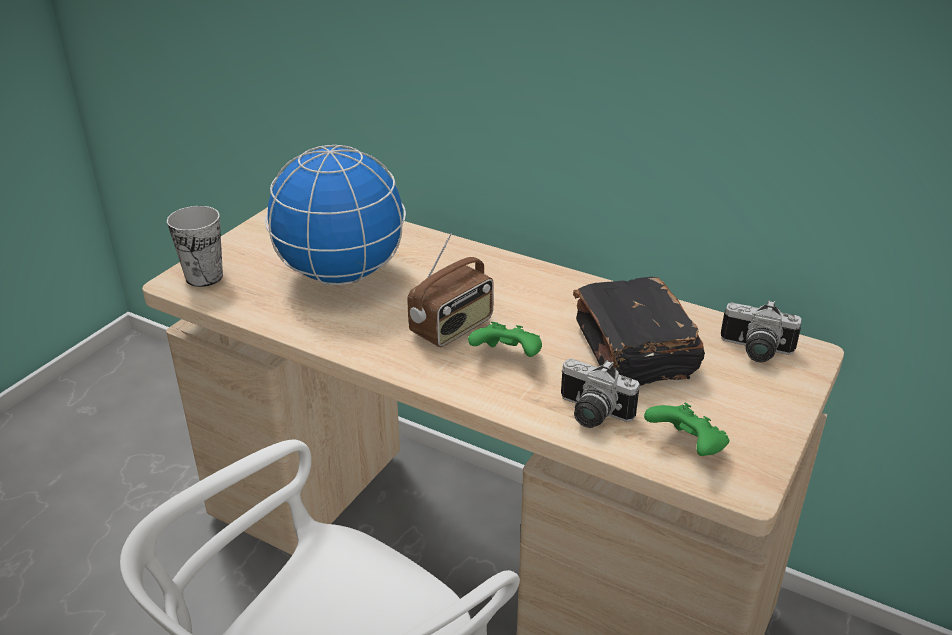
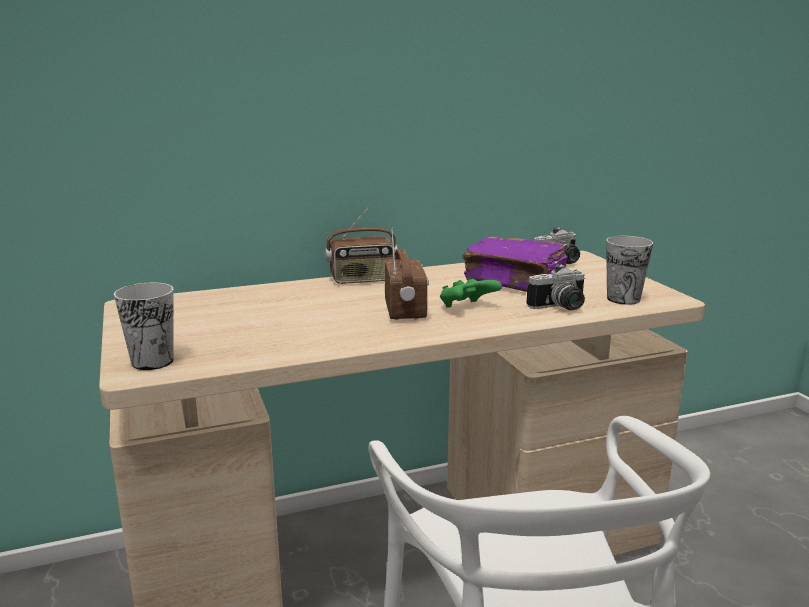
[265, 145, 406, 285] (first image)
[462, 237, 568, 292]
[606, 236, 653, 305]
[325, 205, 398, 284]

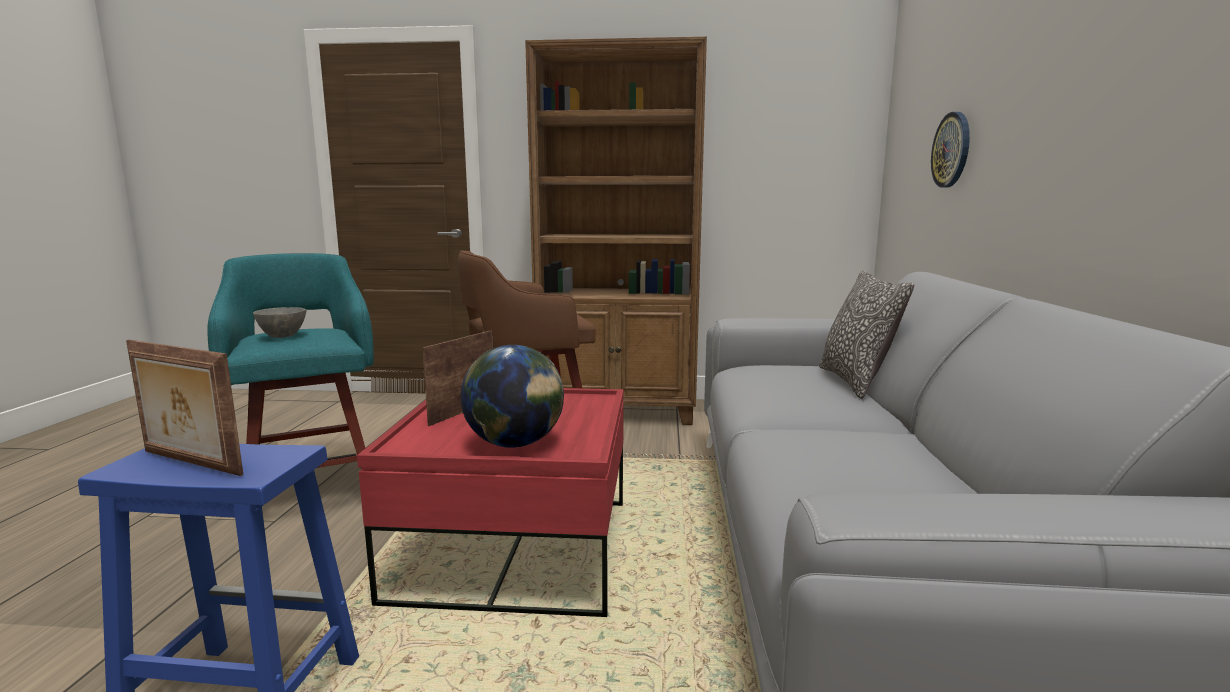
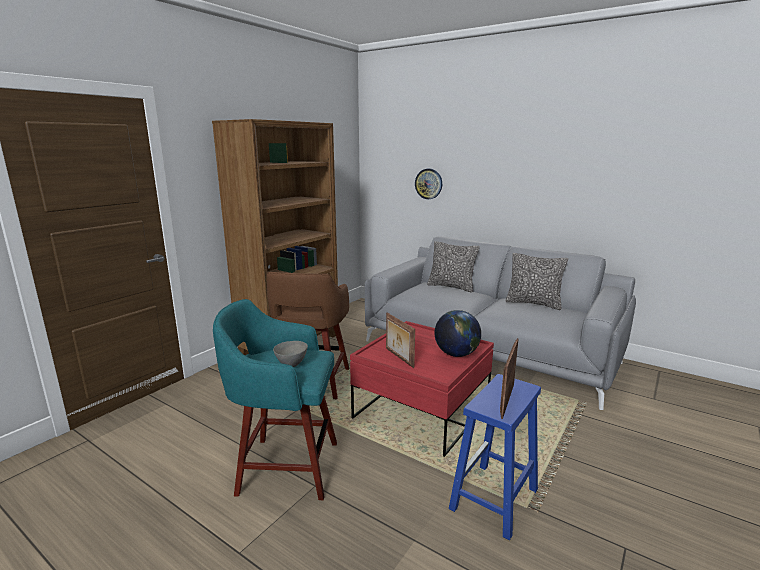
[500, 338, 519, 419]
[505, 253, 568, 310]

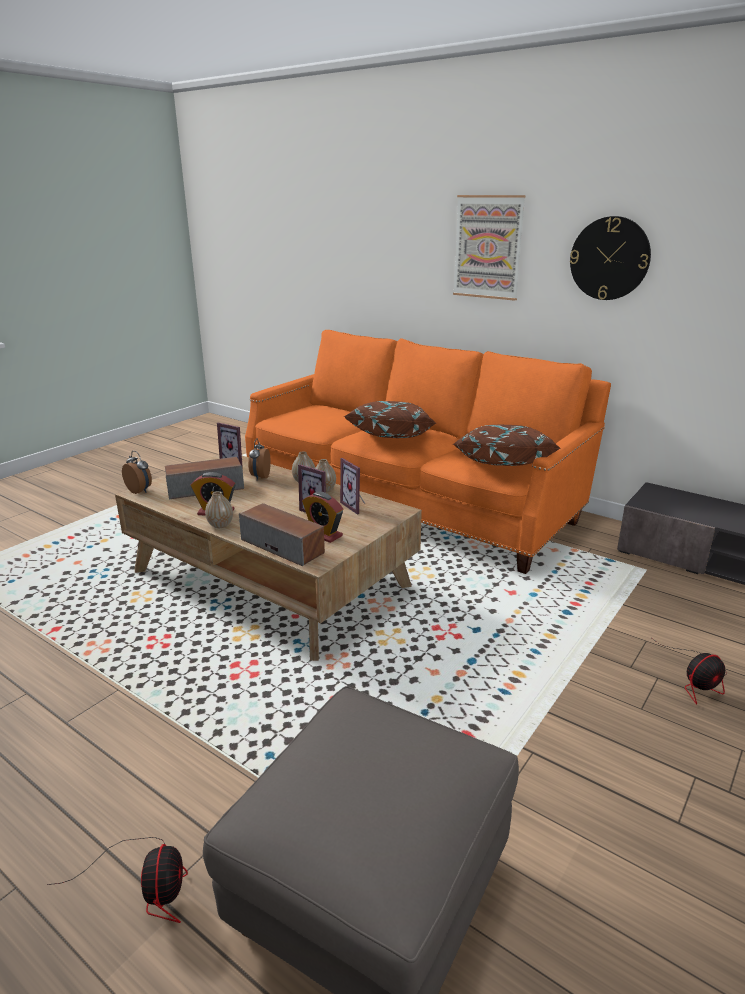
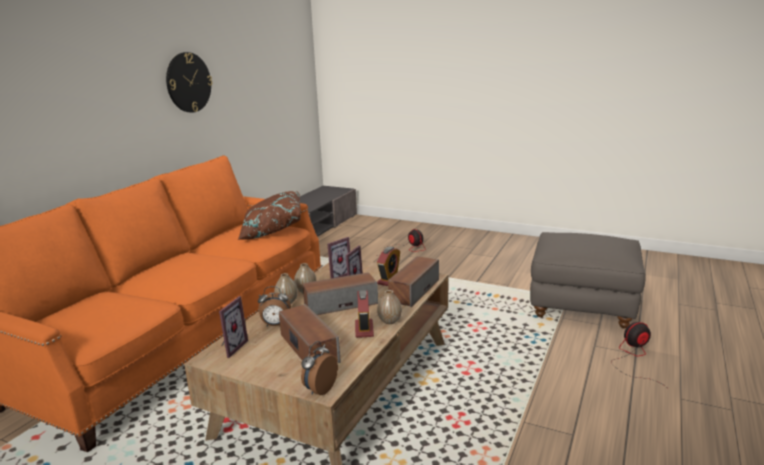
[453, 195, 526, 301] (first image)
[345, 401, 436, 438] (first image)
[303, 272, 378, 315]

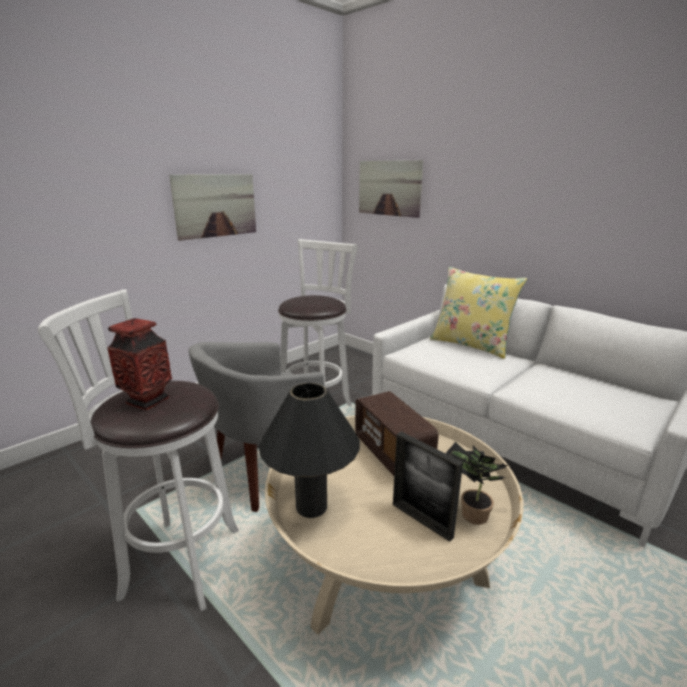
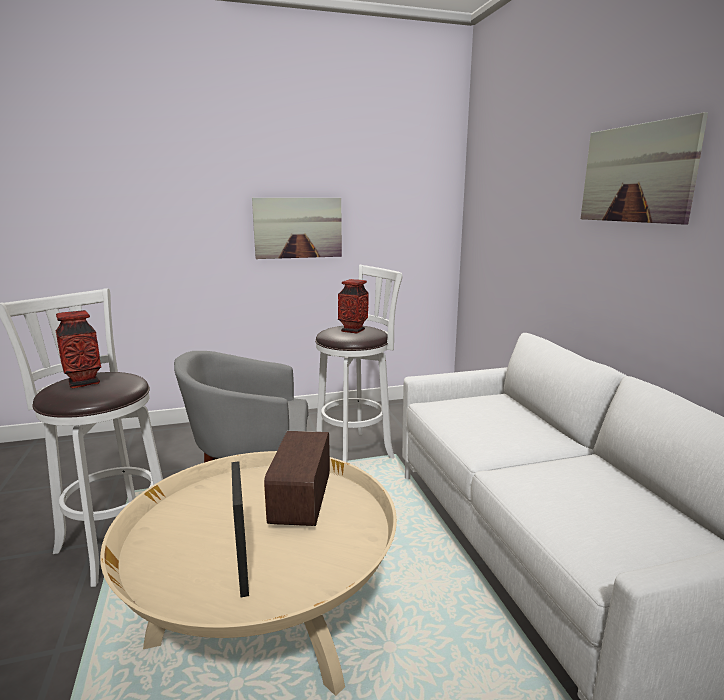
[581, 112, 708, 225]
[430, 267, 527, 359] (first image)
[259, 383, 360, 518] (first image)
[445, 442, 508, 525] (first image)
[338, 279, 368, 333]

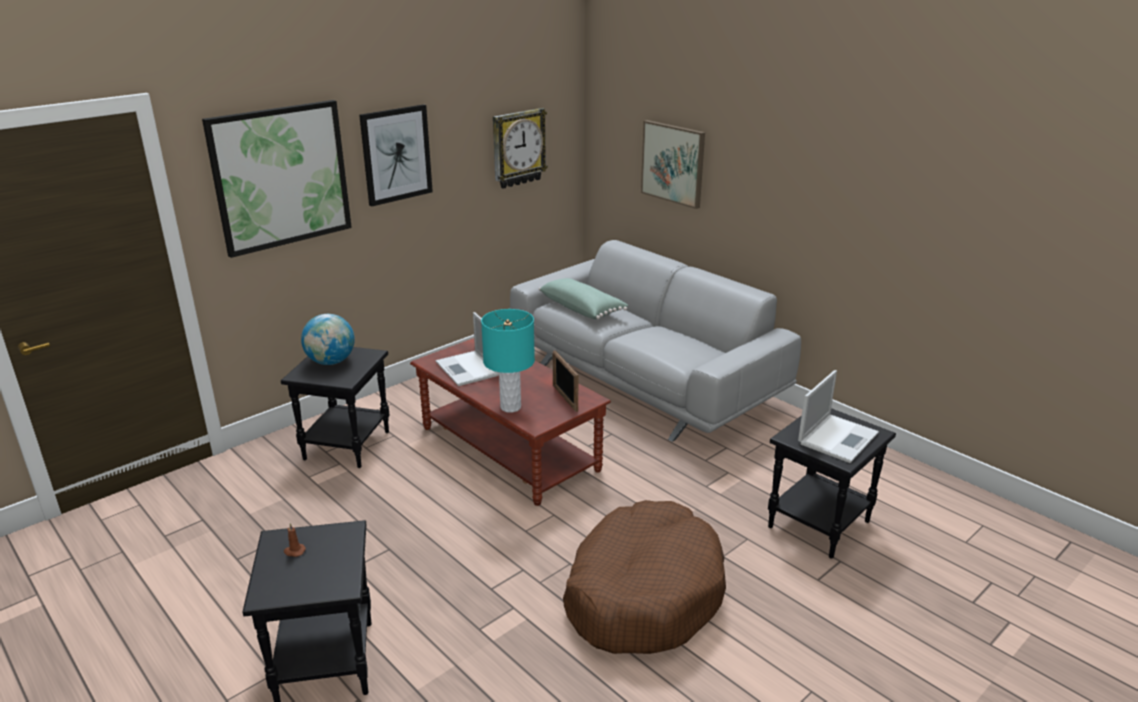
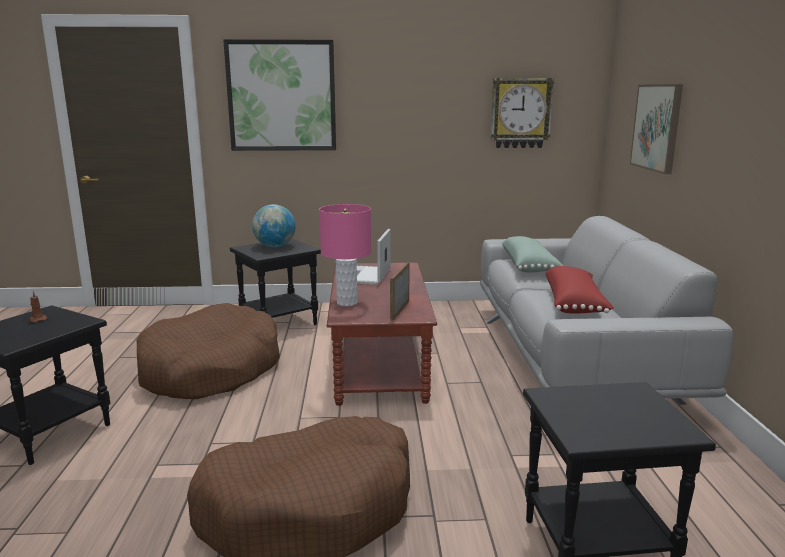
[359, 104, 433, 207] (first image)
[319, 204, 371, 306]
[798, 370, 879, 463] (first image)
[545, 266, 614, 314]
[136, 303, 280, 399]

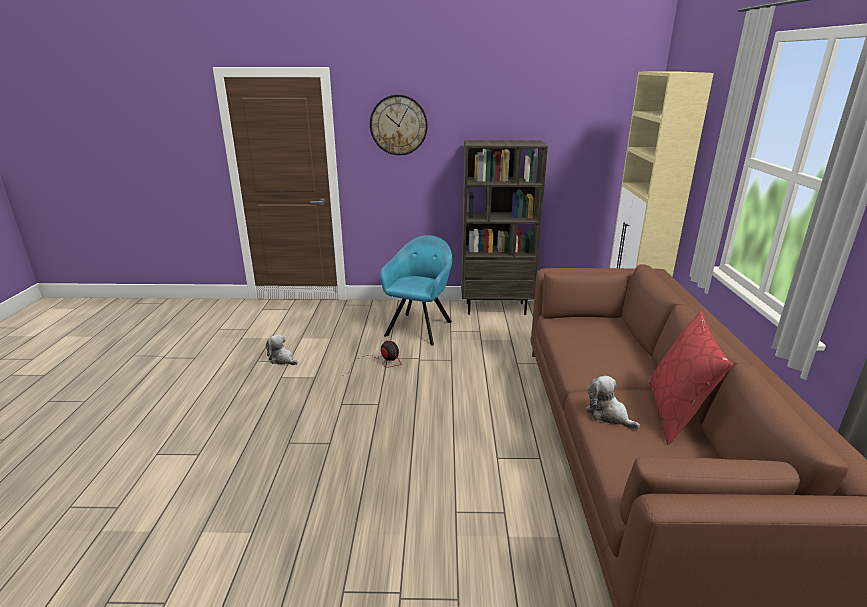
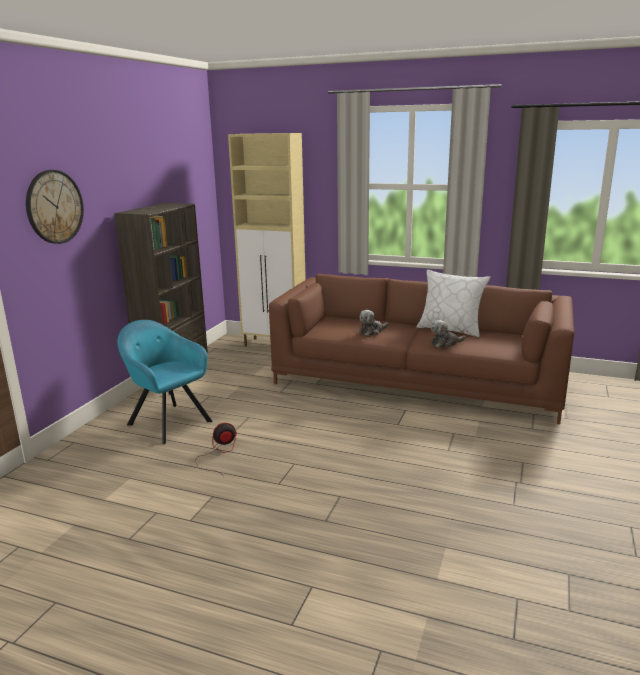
[417, 270, 490, 338]
[360, 310, 388, 336]

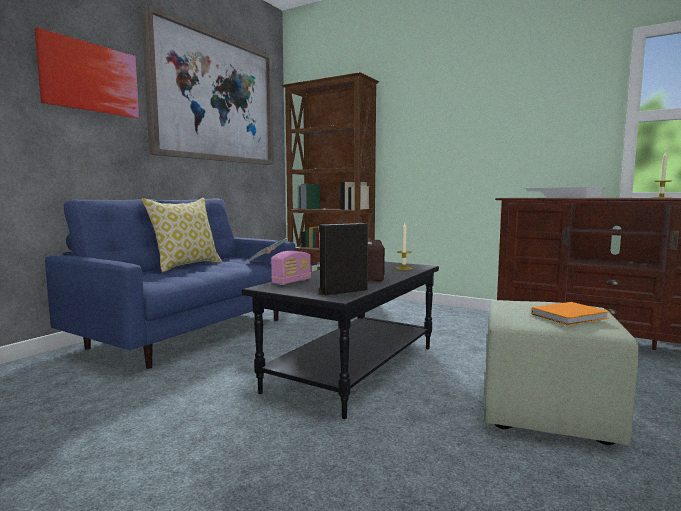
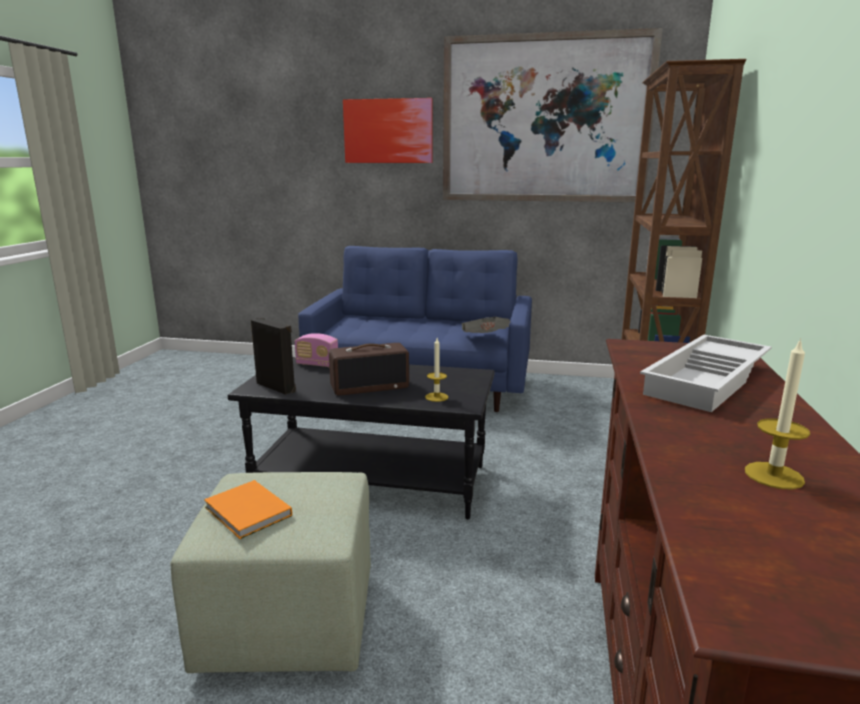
[141, 198, 222, 272] (first image)

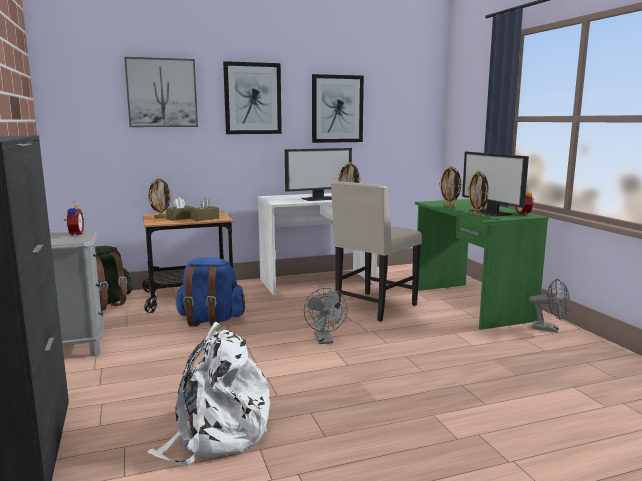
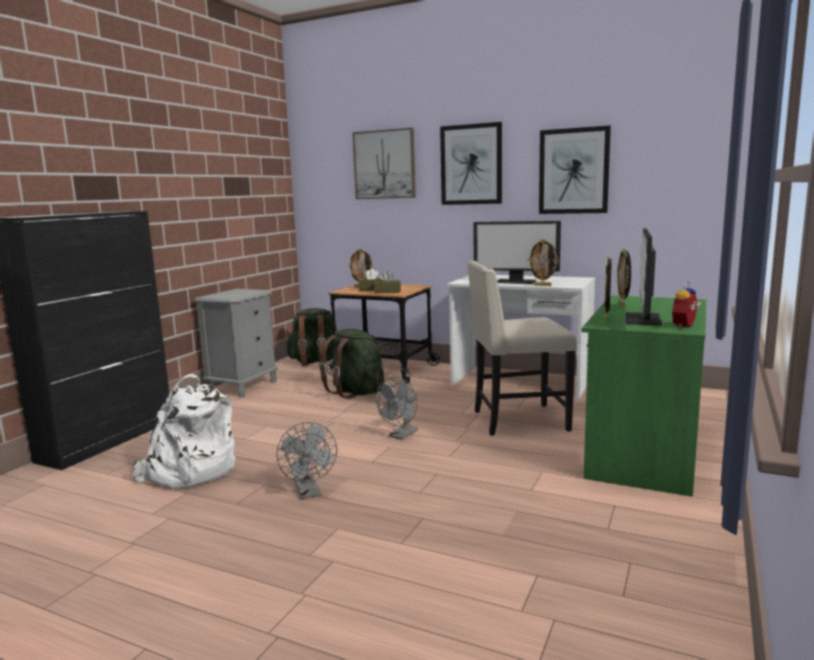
[63, 201, 84, 236] (first image)
[319, 329, 384, 399]
[277, 422, 337, 499]

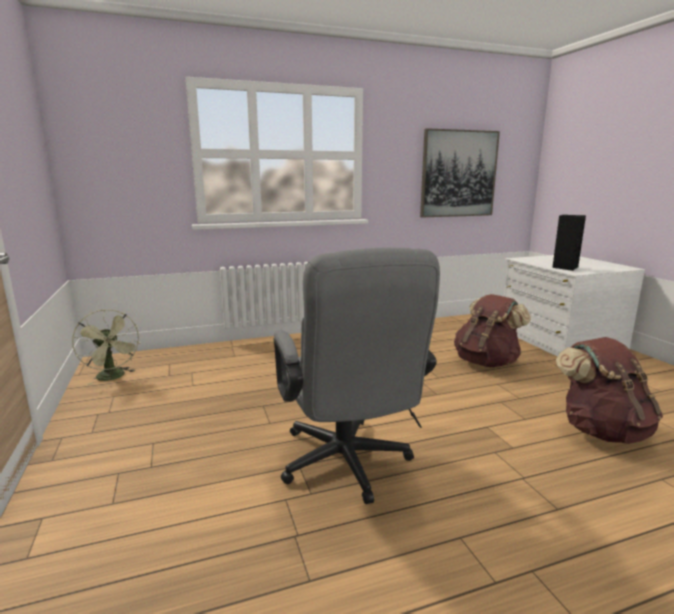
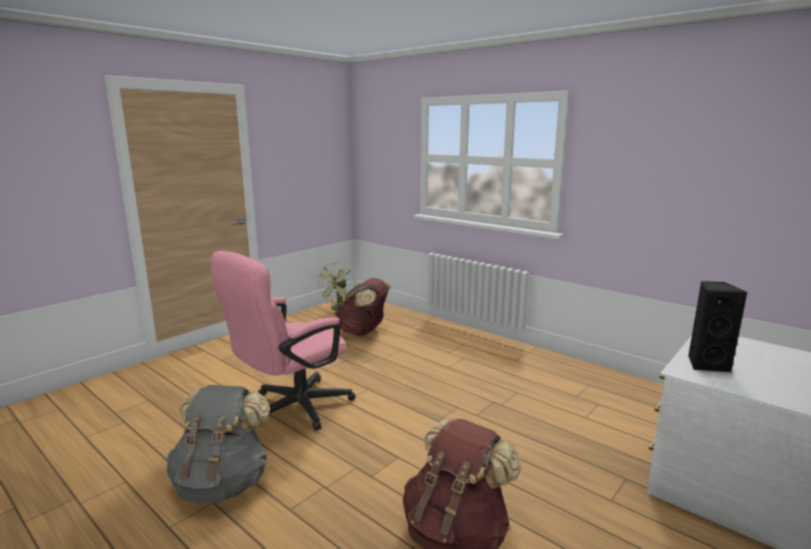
[420, 128, 500, 218] (first image)
[210, 251, 355, 431]
[335, 278, 391, 336]
[166, 385, 270, 503]

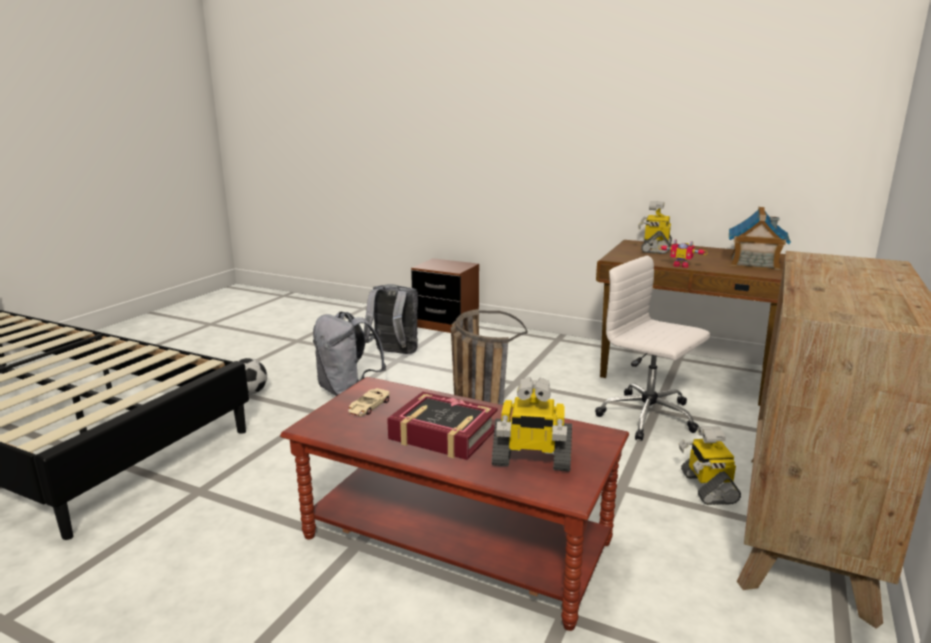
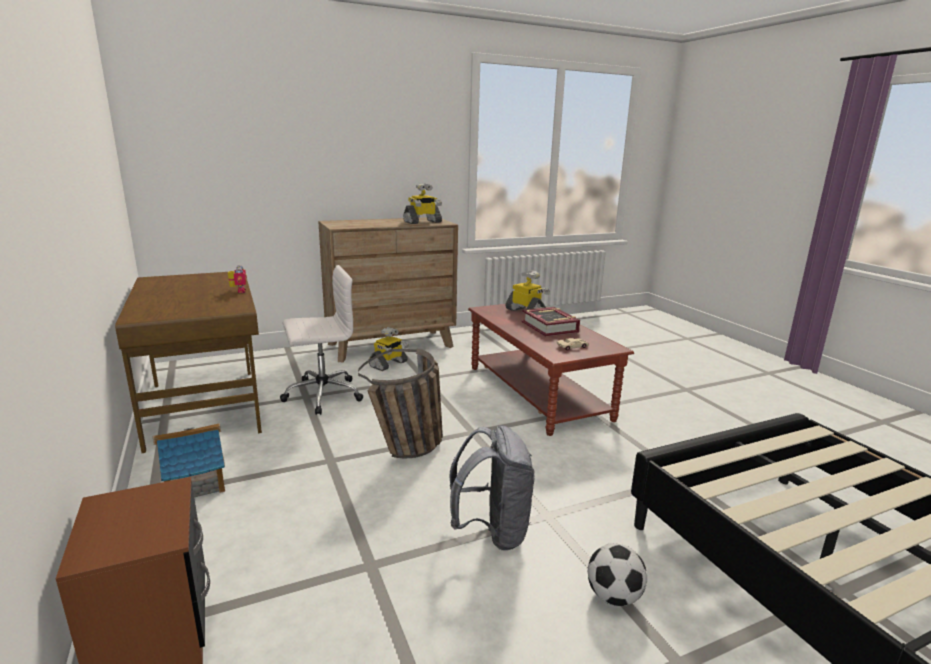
[403, 184, 442, 224]
[153, 423, 225, 497]
[280, 265, 363, 415]
[364, 284, 418, 354] (first image)

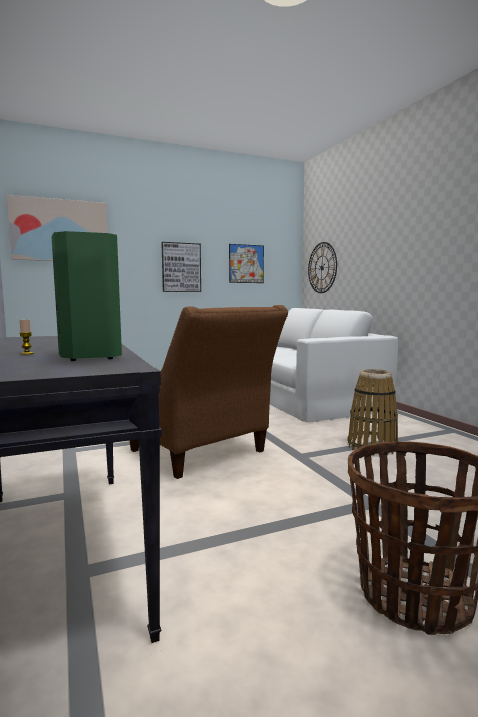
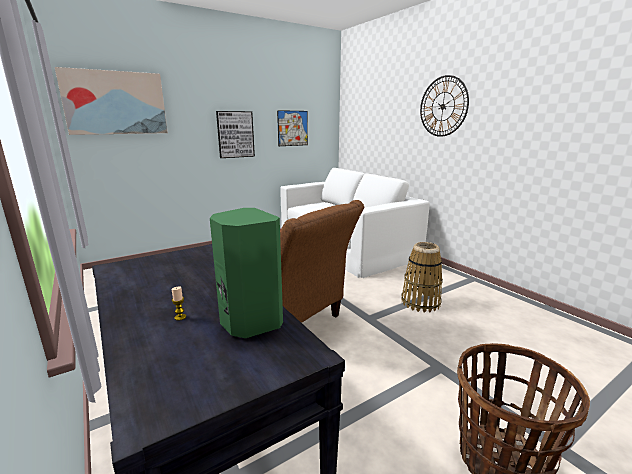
[420, 75, 469, 137]

